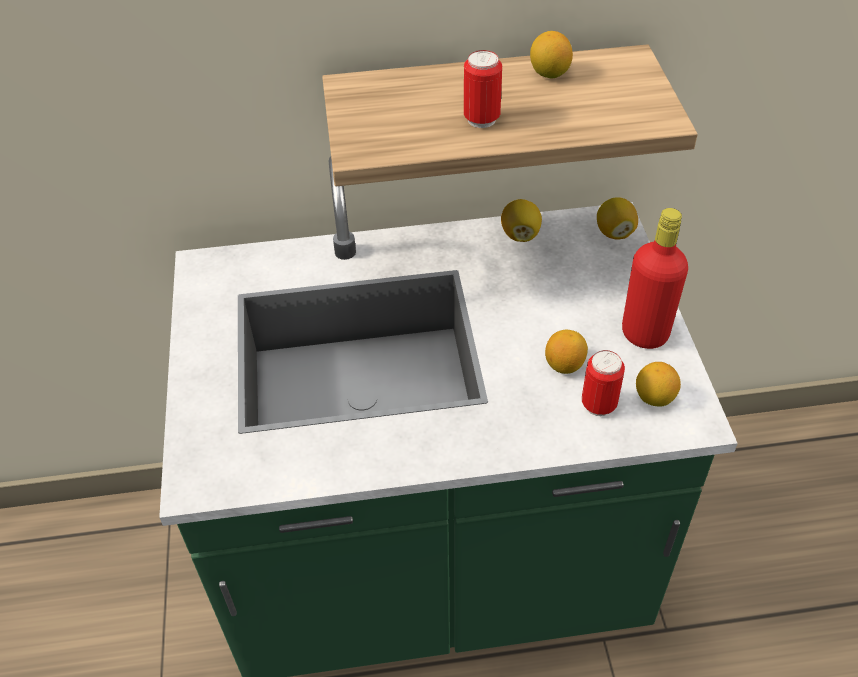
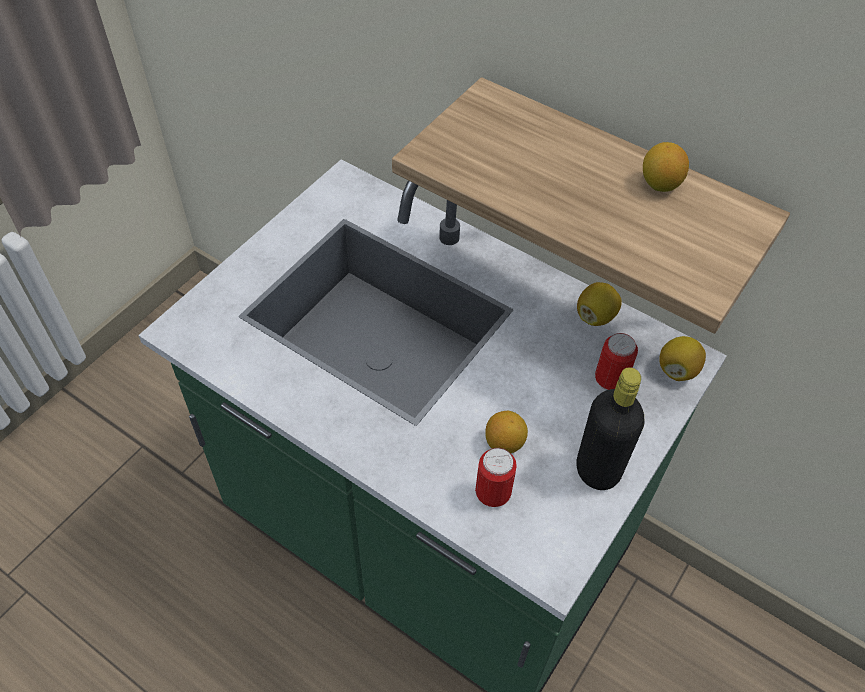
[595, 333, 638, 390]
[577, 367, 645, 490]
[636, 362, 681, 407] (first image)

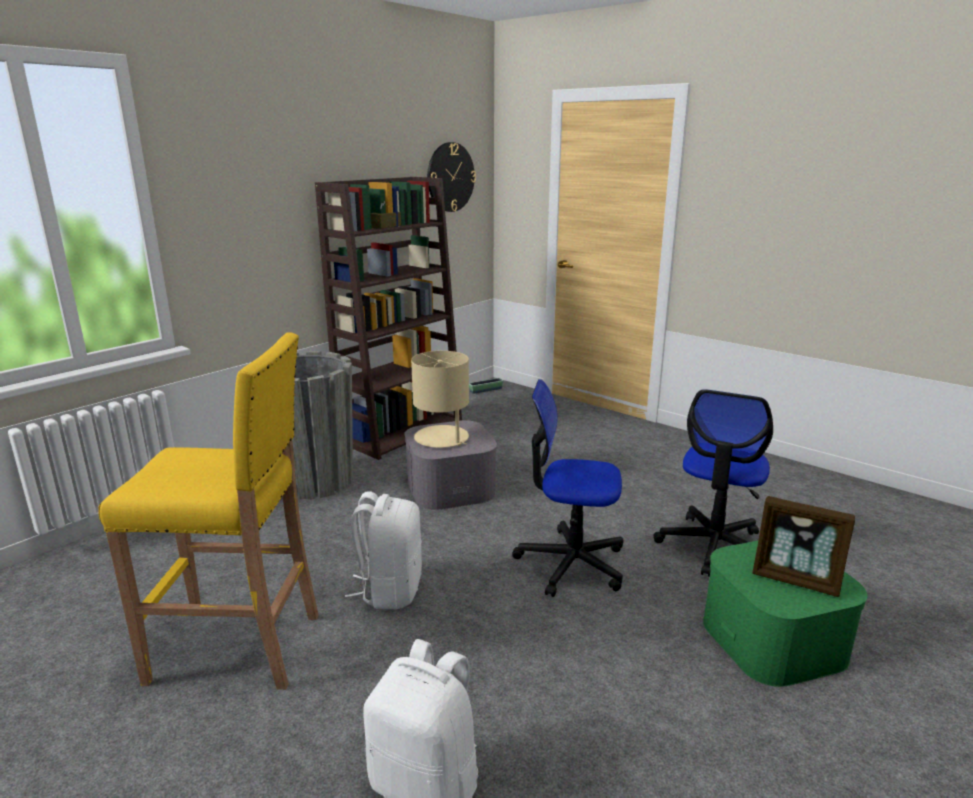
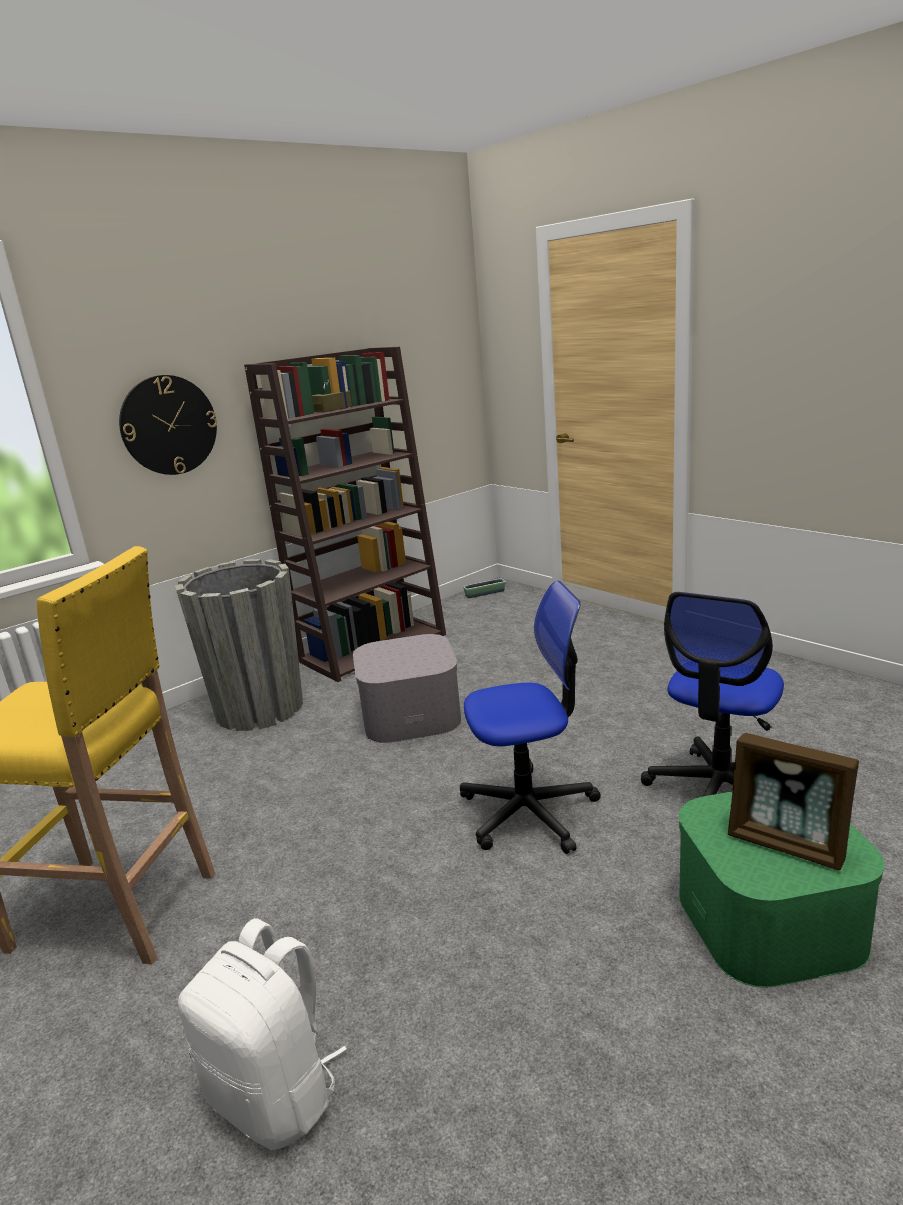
[119, 375, 217, 475]
[411, 351, 469, 448] (first image)
[460, 581, 600, 854]
[345, 491, 422, 609] (first image)

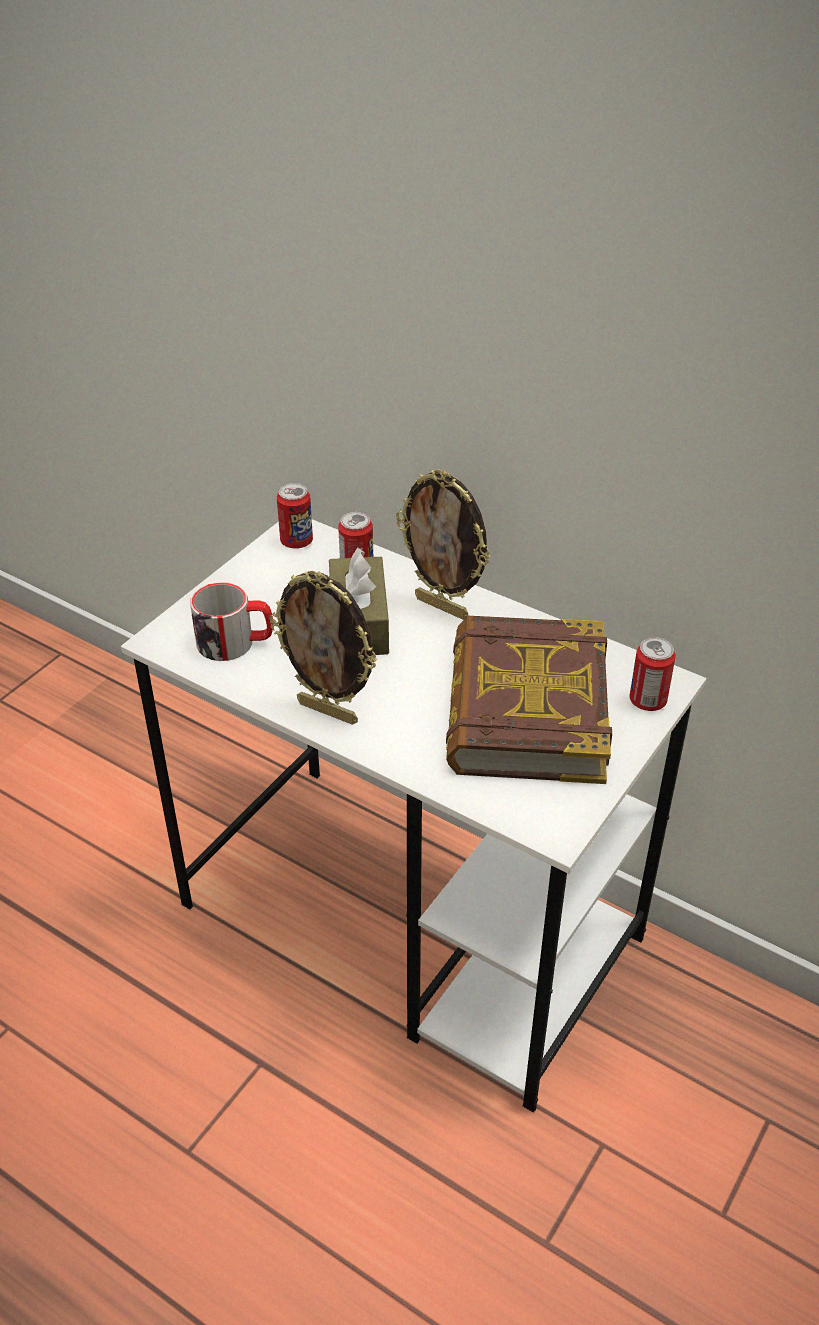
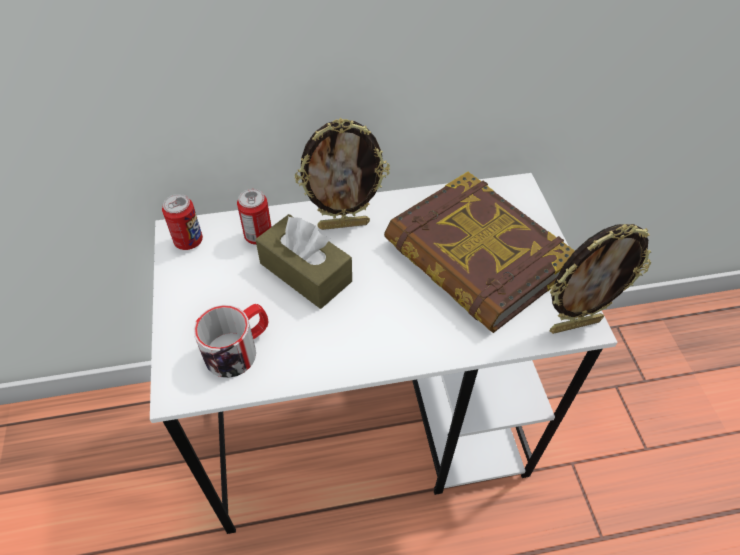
[550, 224, 651, 334]
[630, 637, 676, 711] (first image)

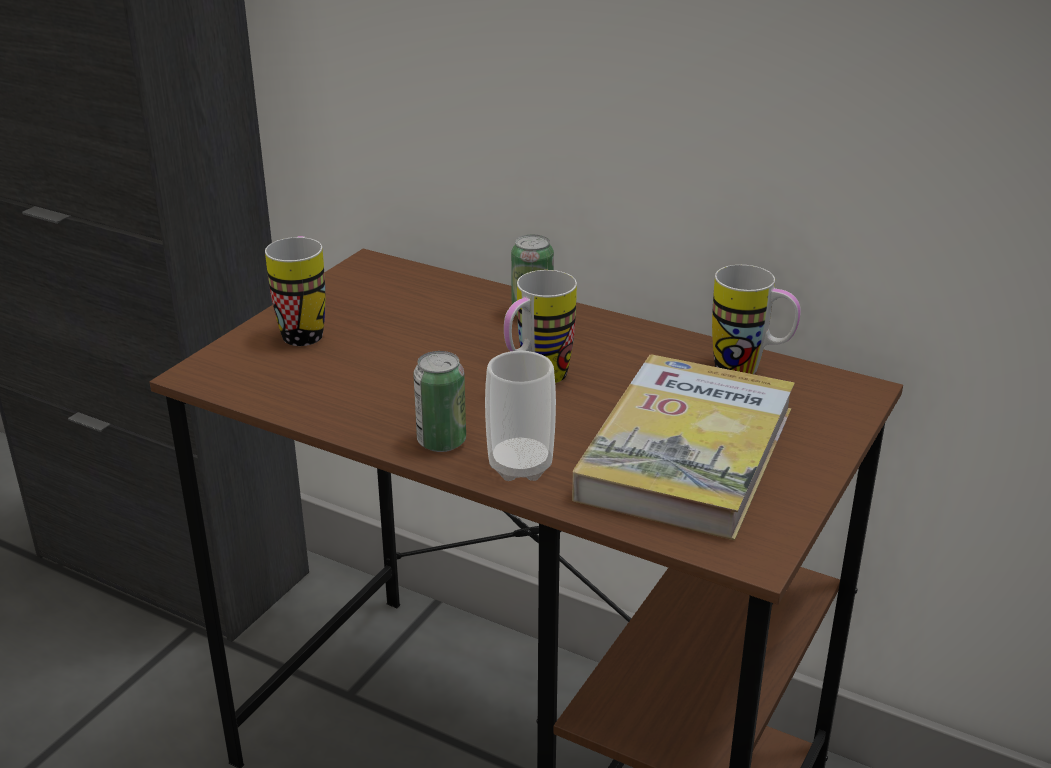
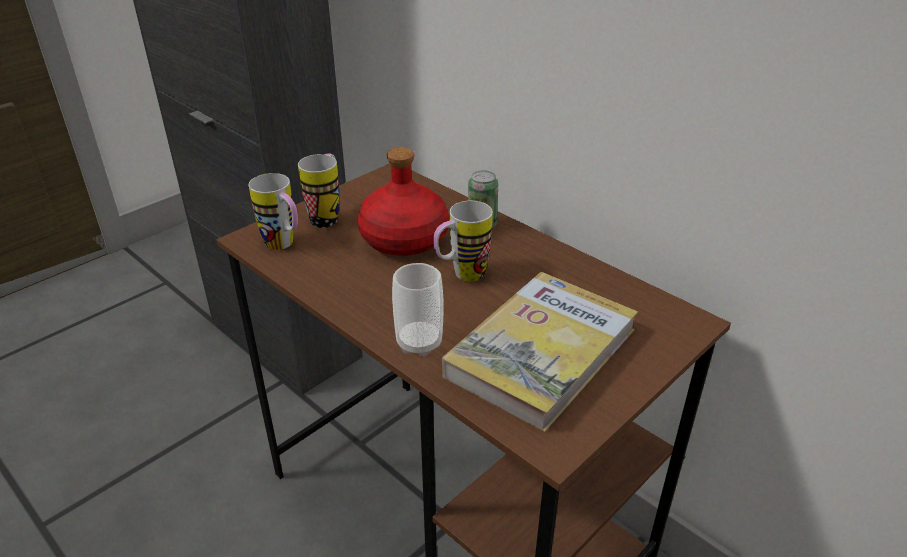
[249, 173, 298, 250]
[413, 351, 466, 452] (first image)
[358, 147, 449, 256]

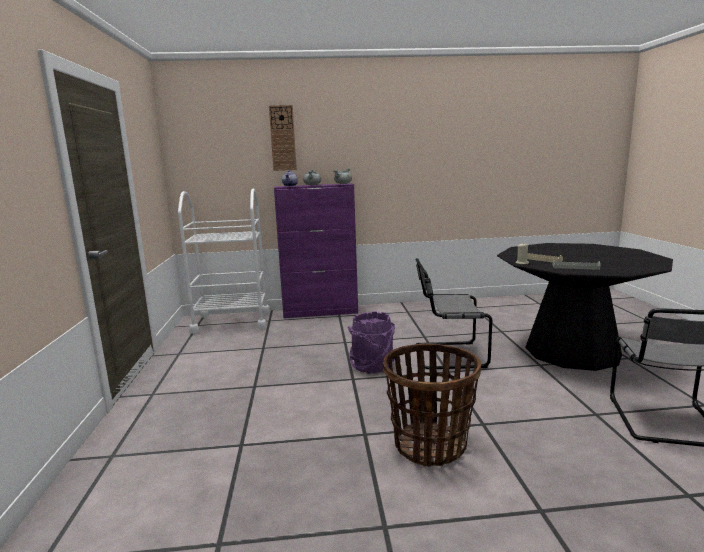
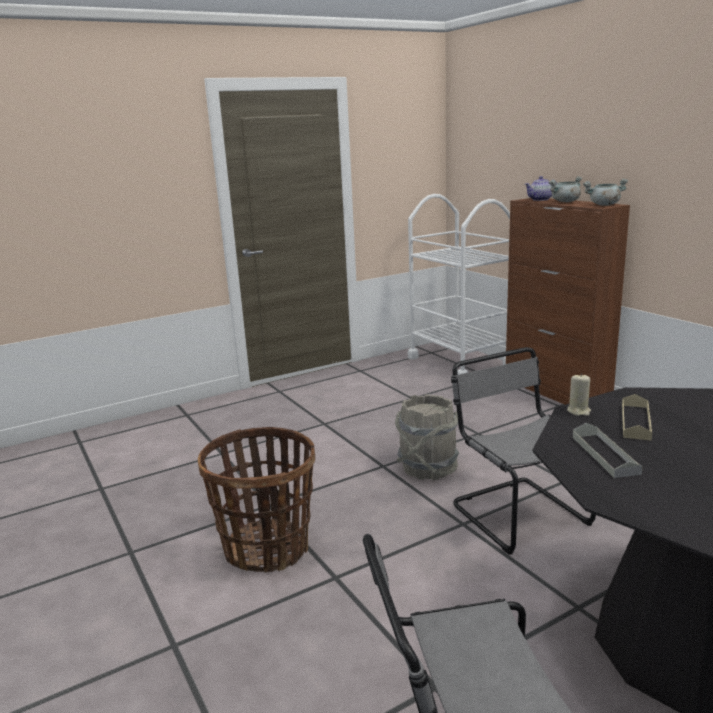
[269, 105, 297, 171] (first image)
[506, 198, 630, 405]
[395, 394, 459, 481]

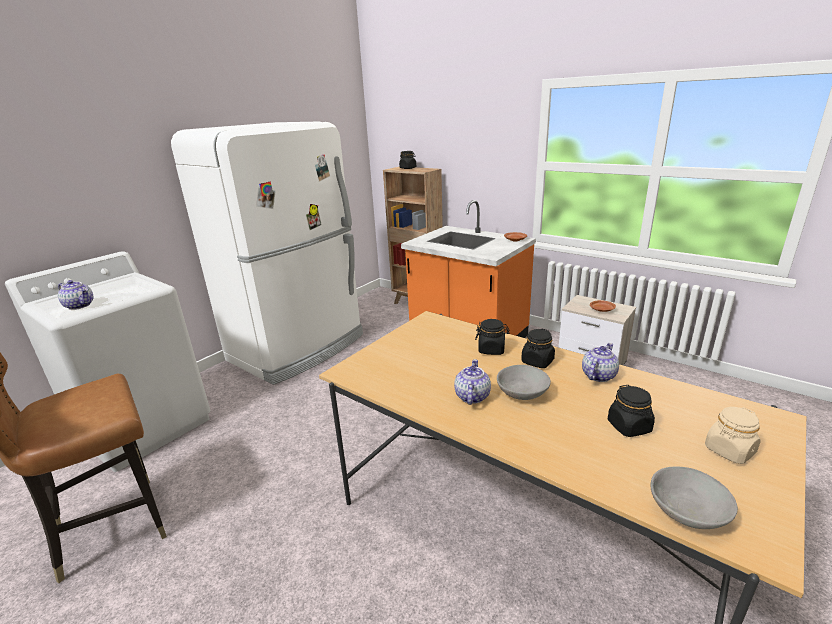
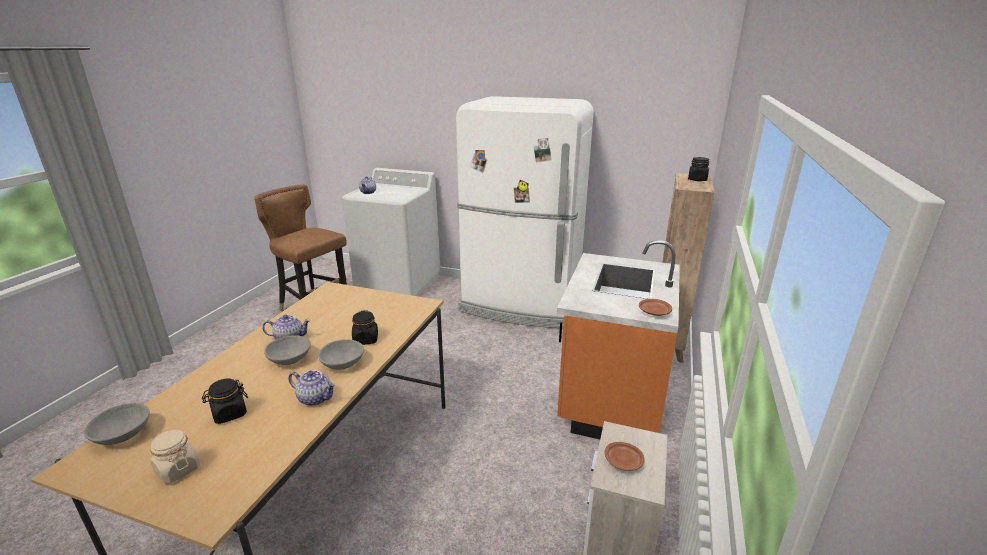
[318, 339, 364, 370]

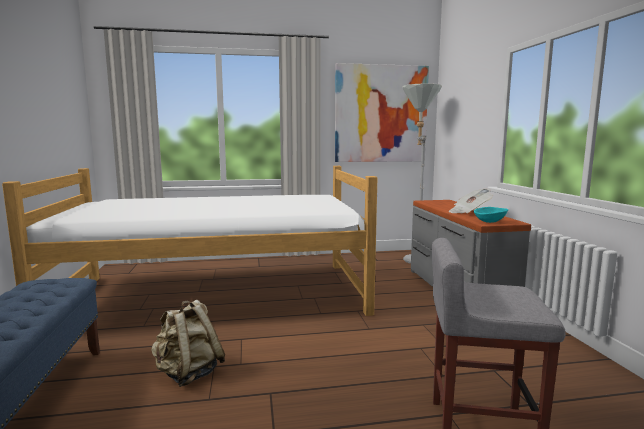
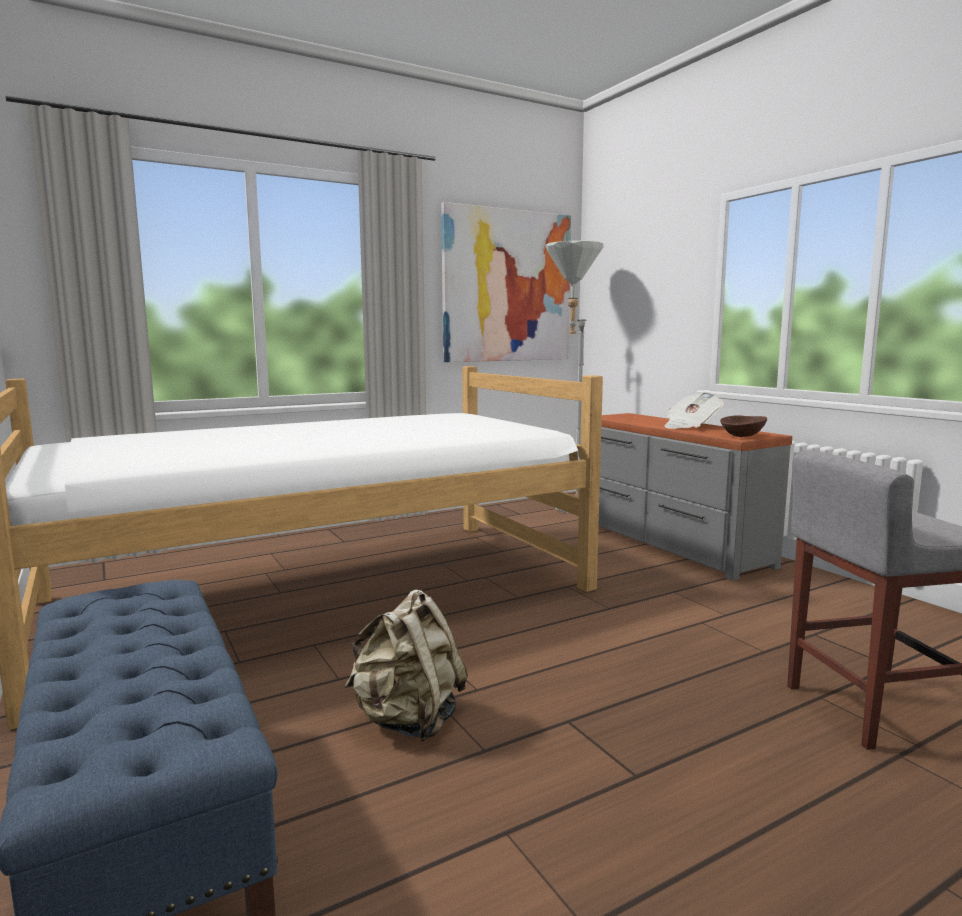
[720, 415, 767, 437]

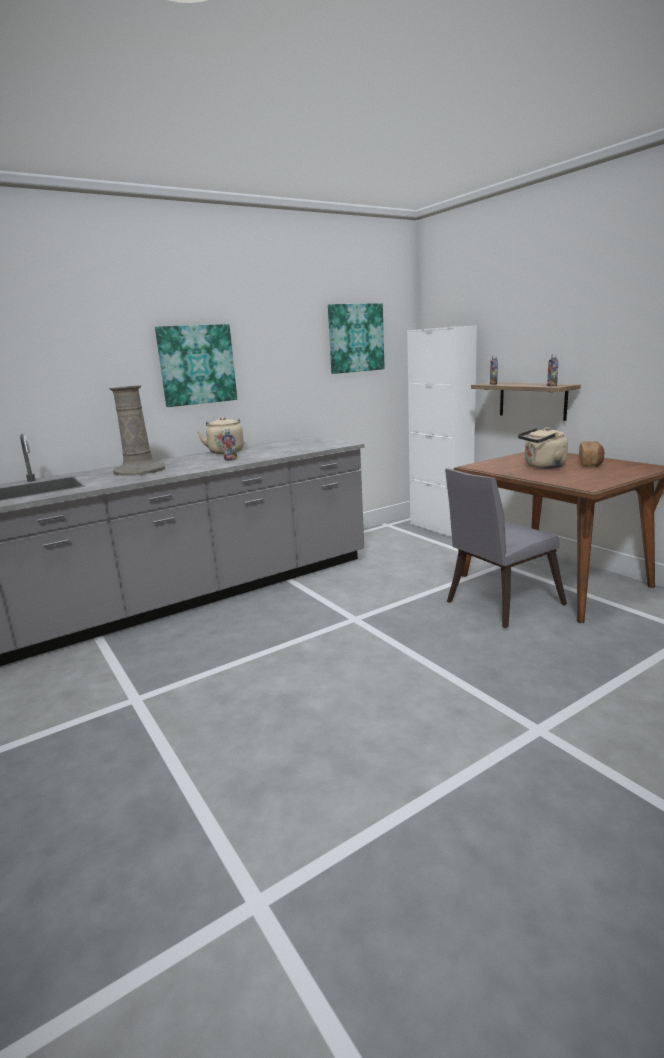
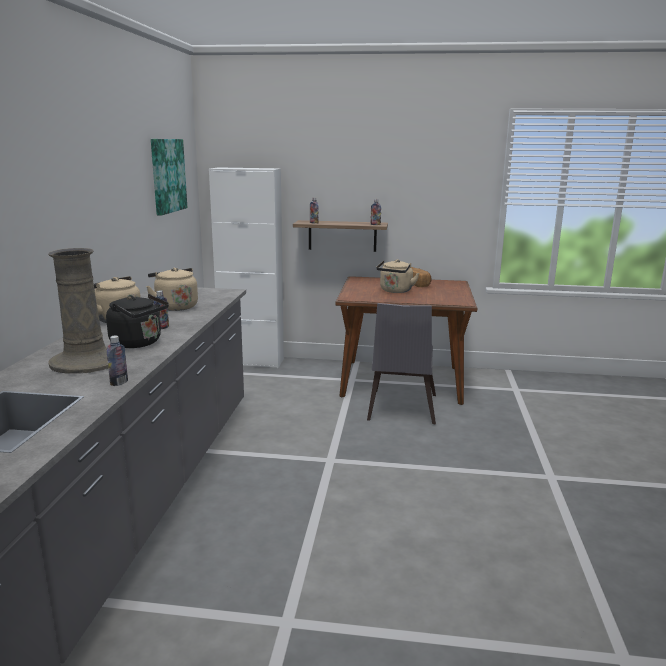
[155, 324, 237, 407] (first image)
[146, 268, 198, 311]
[106, 294, 169, 348]
[107, 336, 128, 386]

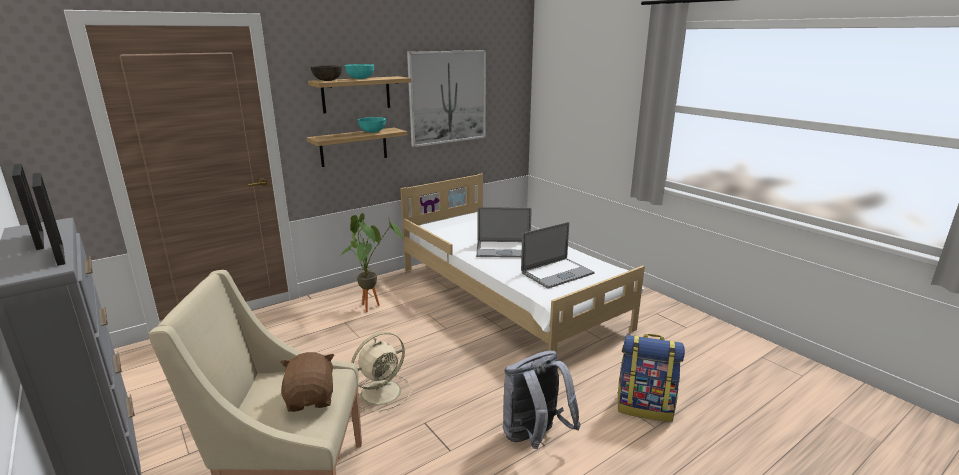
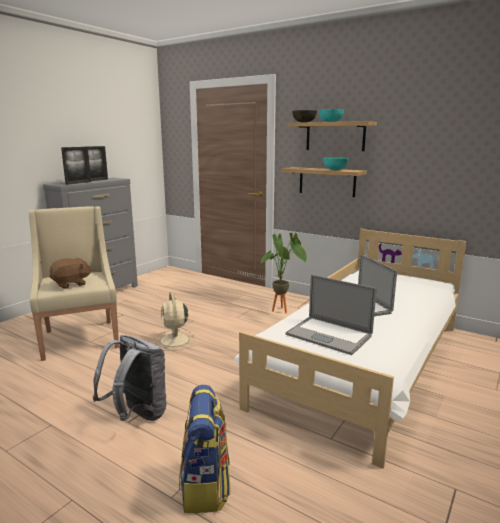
[407, 50, 486, 147] (first image)
[153, 292, 198, 351]

